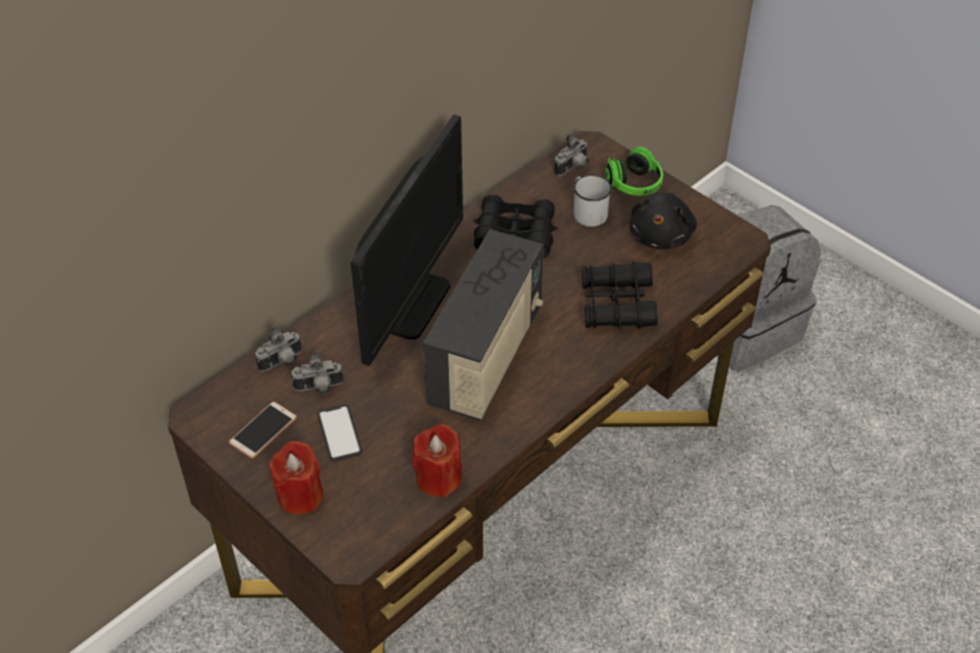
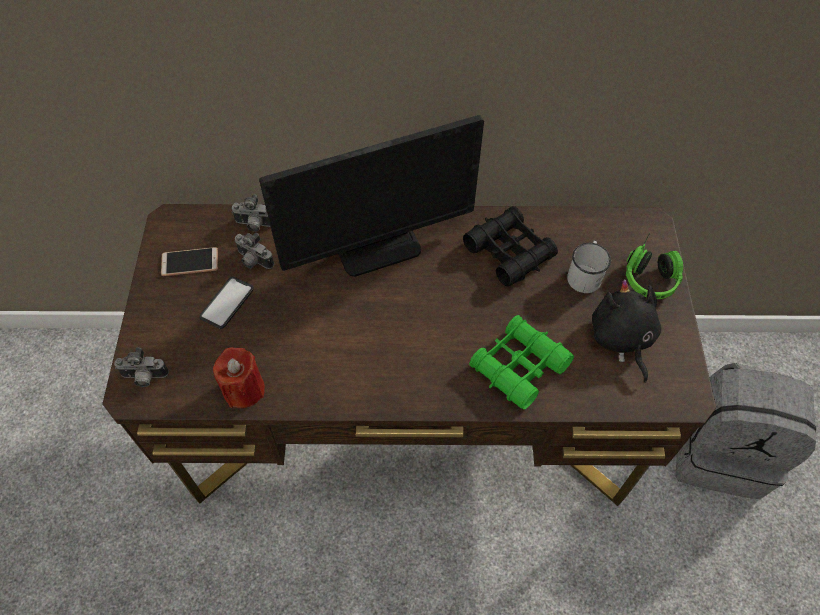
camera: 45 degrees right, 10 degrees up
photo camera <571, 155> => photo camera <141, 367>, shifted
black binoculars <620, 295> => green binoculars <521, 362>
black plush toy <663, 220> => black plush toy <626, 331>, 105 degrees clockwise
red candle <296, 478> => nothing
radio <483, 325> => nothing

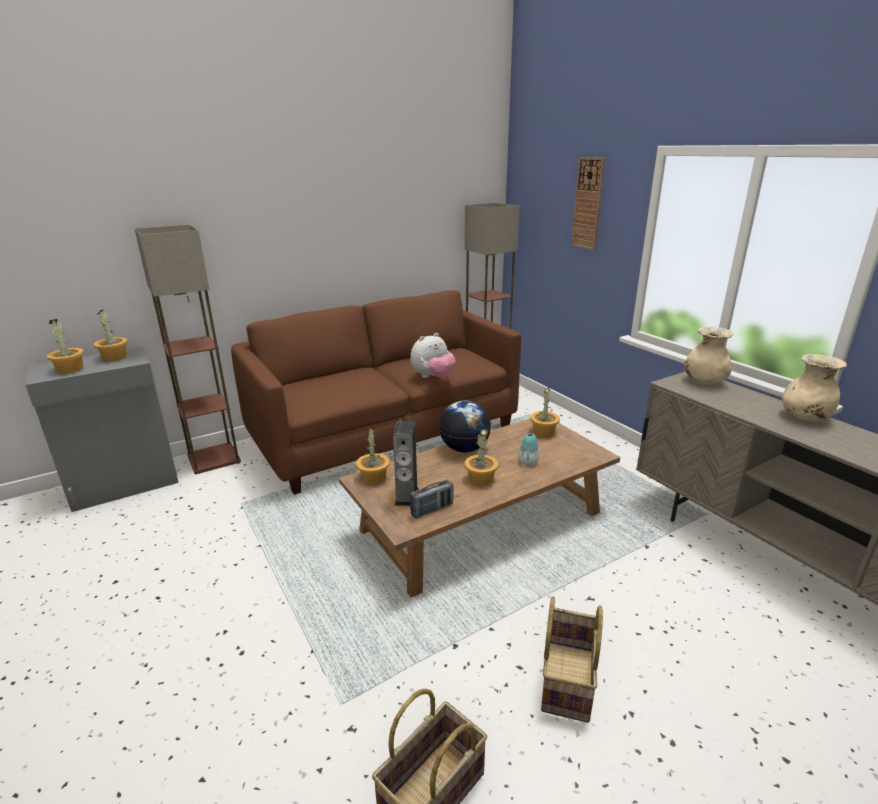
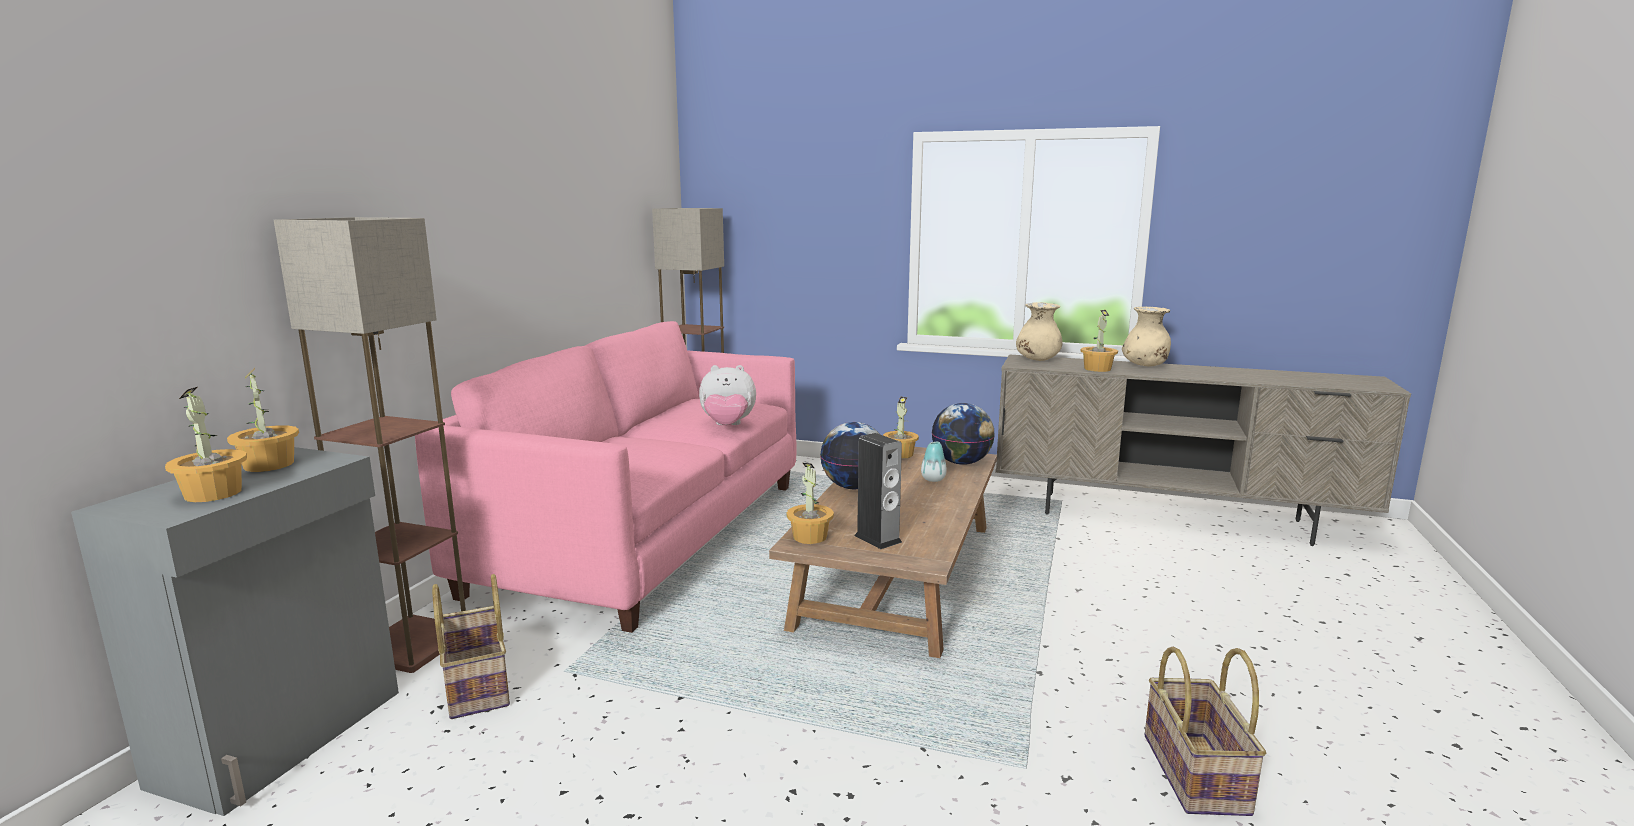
camera: 40 degrees left, 10 degrees down
brown sofa <376, 392> => pink sofa <605, 477>
basket <572, 660> => basket <471, 646>, shifted
plush toy <433, 355> => plush toy <727, 395>, 75 degrees clockwise
nothing => globe <963, 434>
potted plant <481, 457> => potted plant <1099, 341>, shifted
radio <432, 499> => nothing
wall clock <588, 203> => nothing

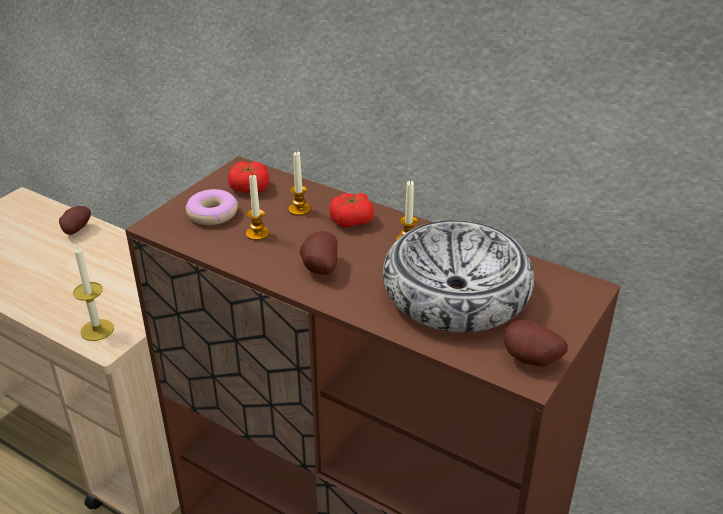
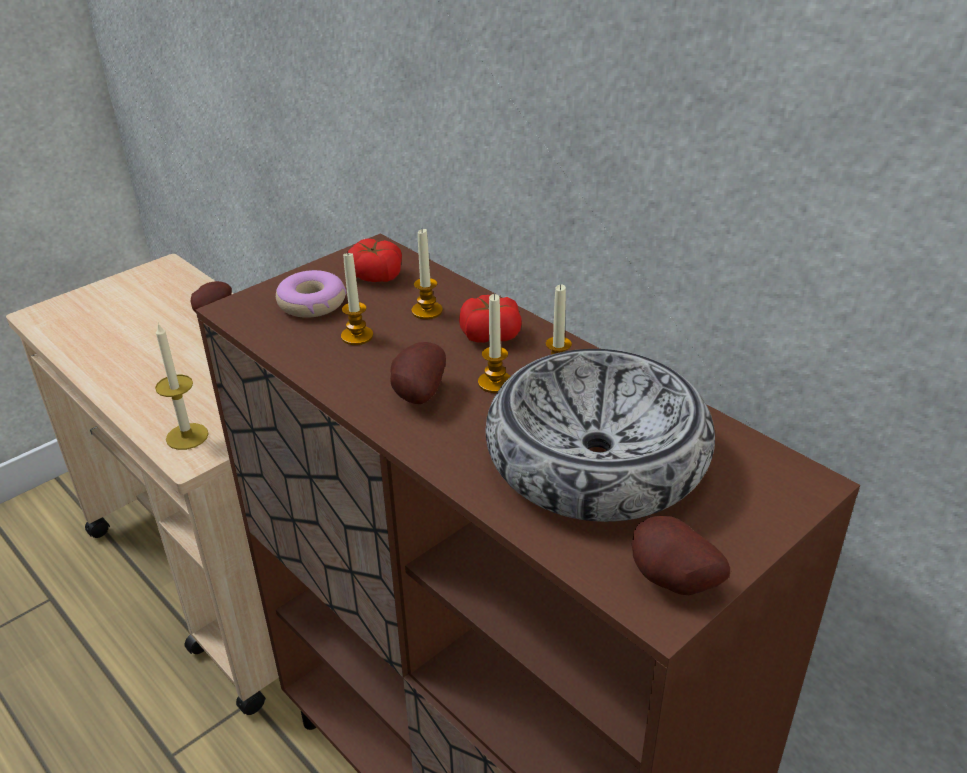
camera: 15 degrees right, 0 degrees up
nothing => candle <494, 343>

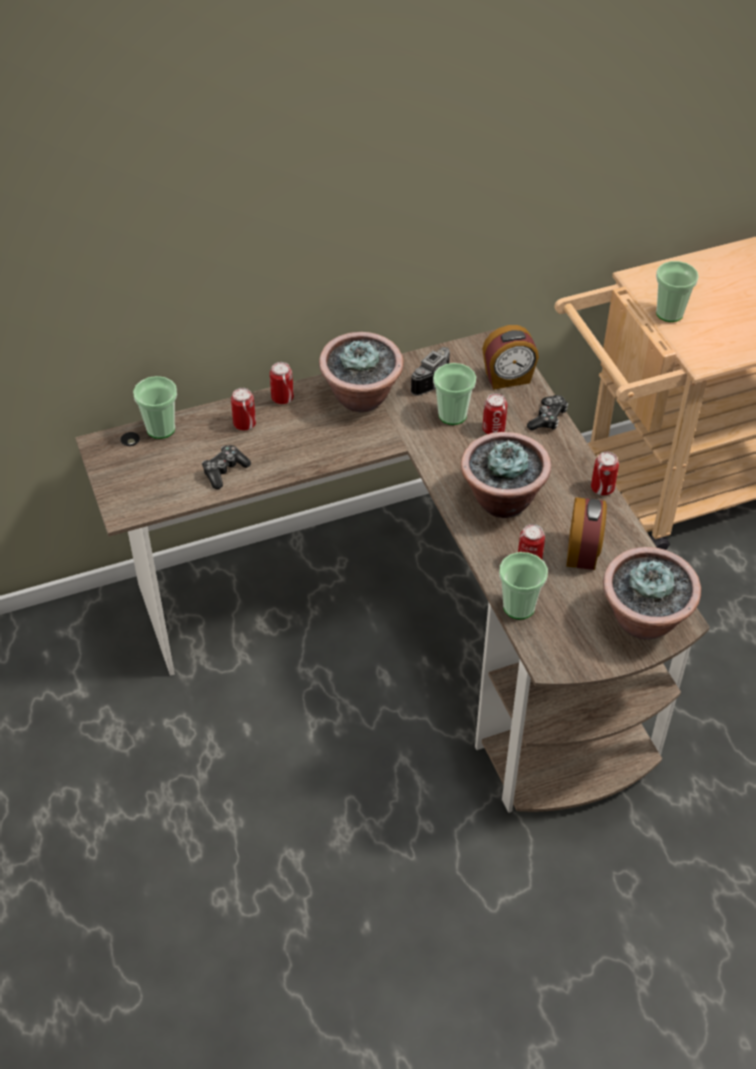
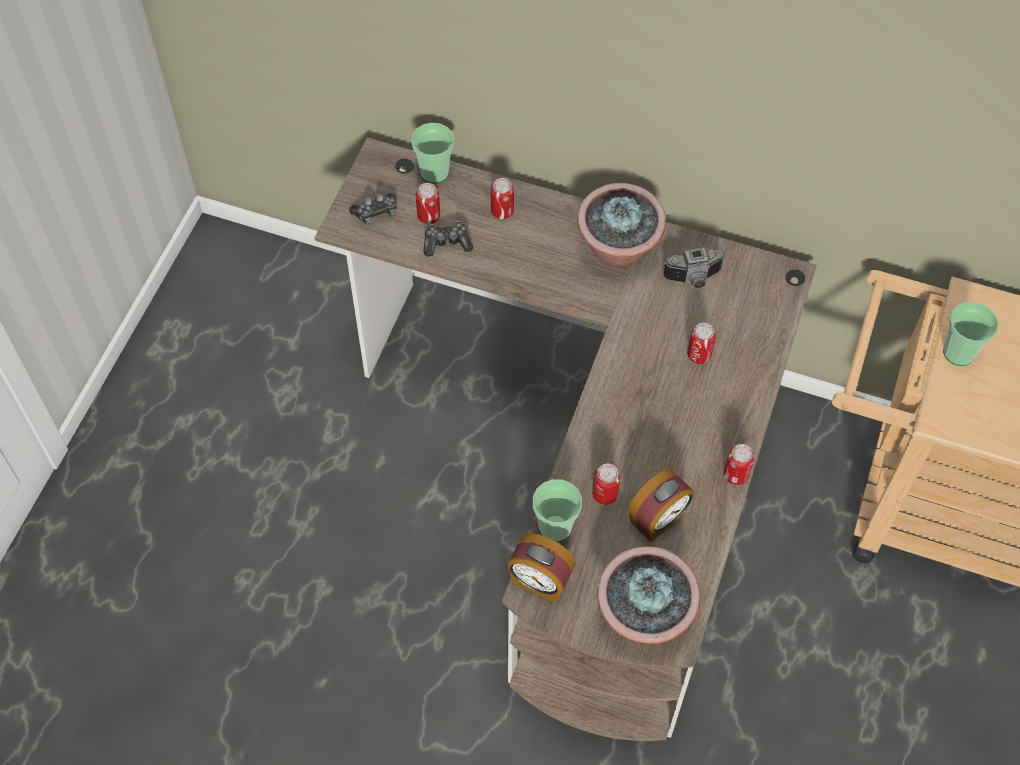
camera: 40 degrees right, 10 degrees up
game controller <547, 413> => game controller <373, 209>, shifted
can <282, 383> => can <428, 203>, shifted
alarm clock <510, 357> => alarm clock <541, 568>, shifted
cup <454, 394> => nothing
potted plant <506, 475> => nothing

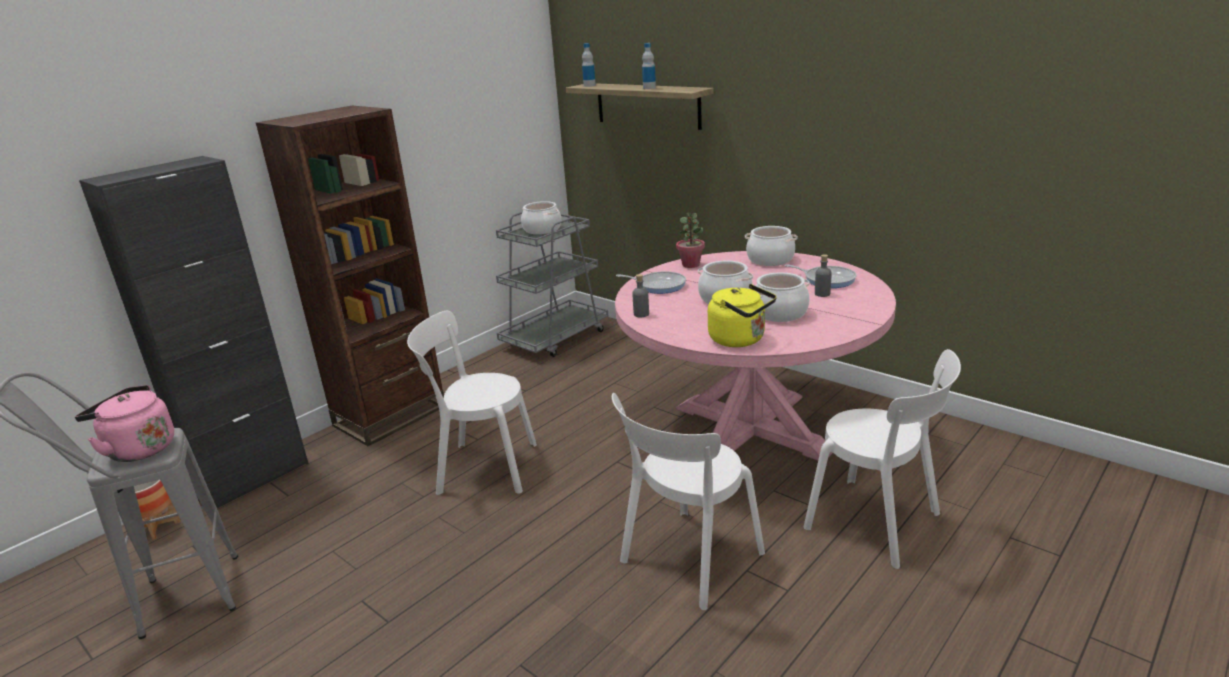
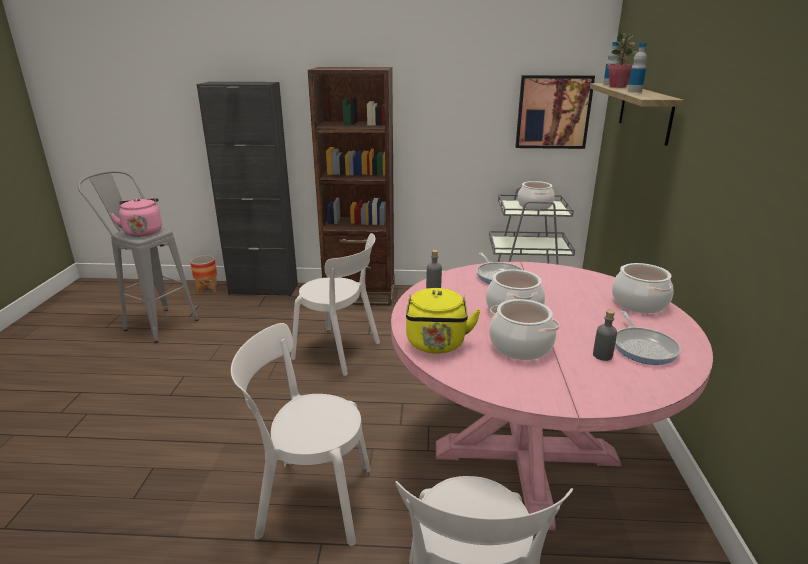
camera: 50 degrees right, 0 degrees up
white chair <472, 403> => white chair <335, 304>, 150 degrees clockwise
nothing => picture <555, 112>
potted plant <690, 240> => potted plant <622, 60>, shifted

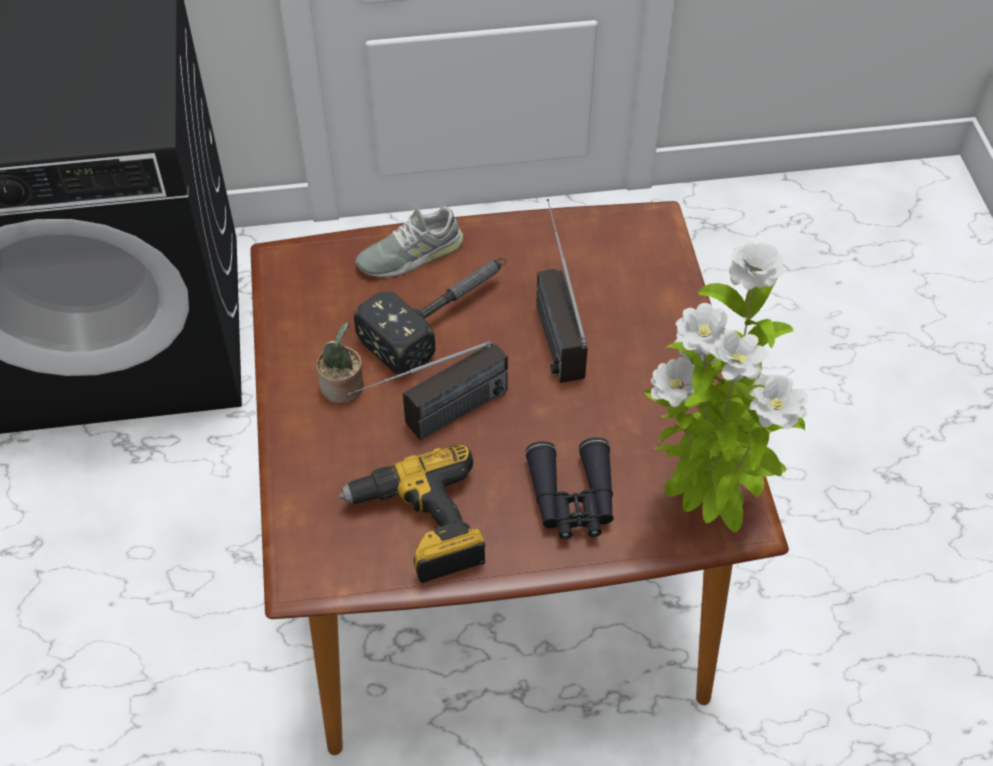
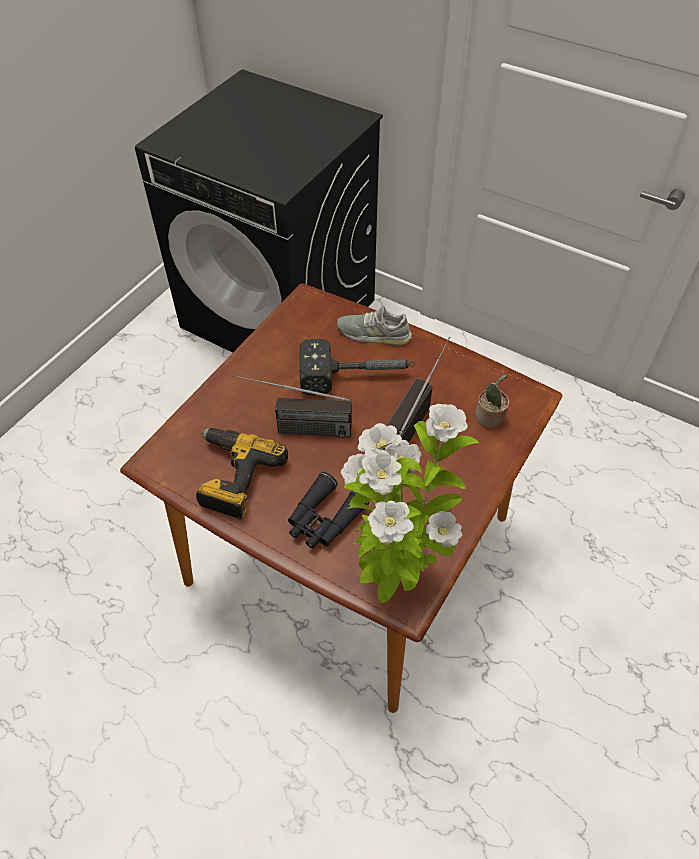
camera: 40 degrees right, 0 degrees up
potted plant <340, 362> => potted plant <492, 401>, shifted

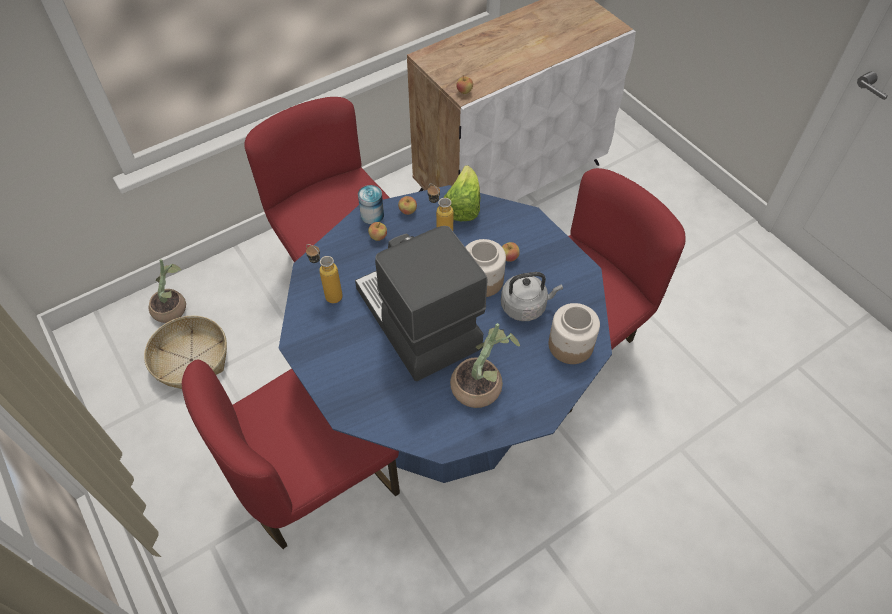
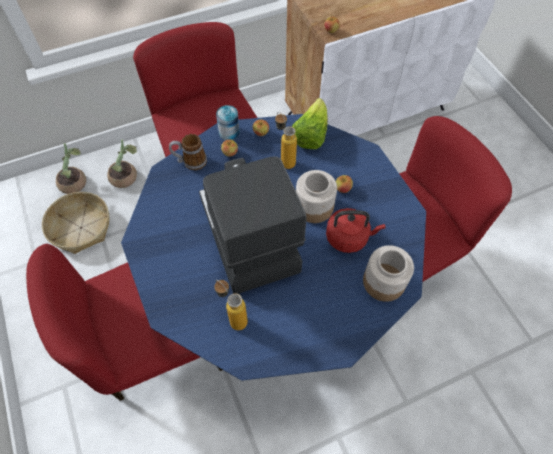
camera: 10 degrees right, 5 degrees up
potted plant <485, 365> => potted plant <122, 164>, shifted
nothing => mug <188, 152>
bottle <324, 273> => bottle <231, 305>, shifted
grey kettle <532, 296> => red kettle <355, 230>

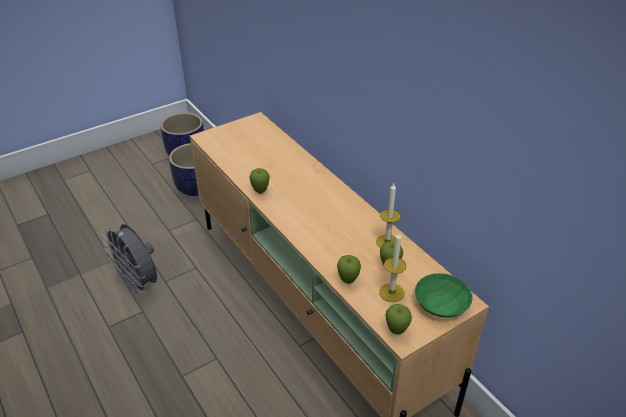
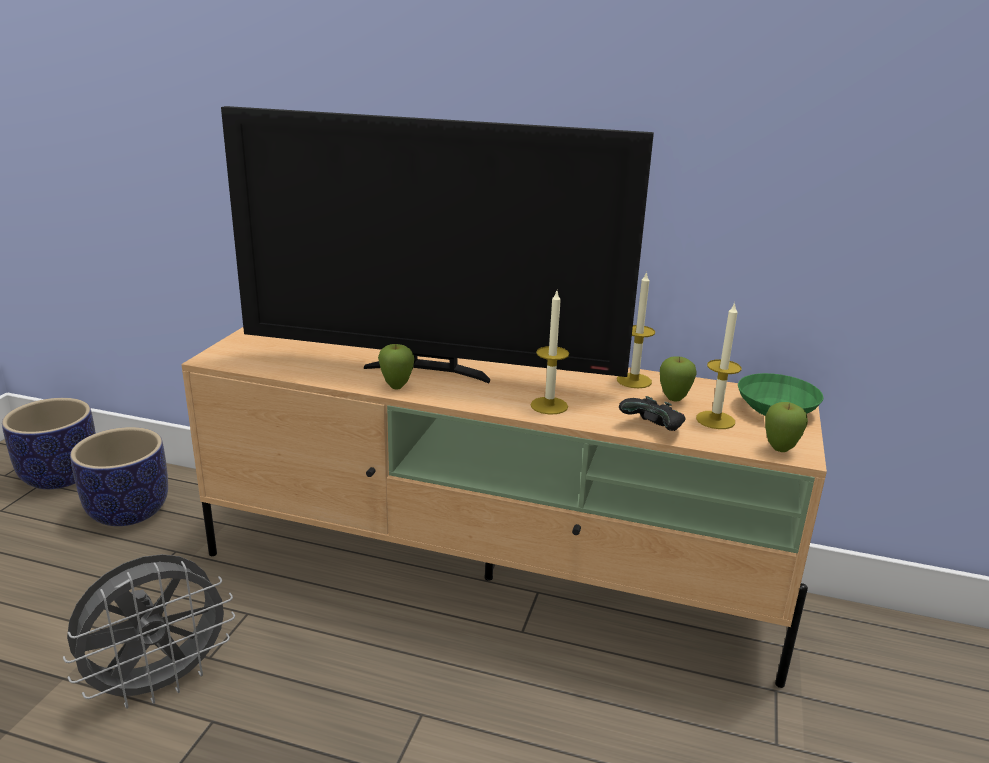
camera: 40 degrees left, 15 degrees down
grey fan <129, 259> => grey fan <149, 631>, 45 degrees counterclockwise
nothing => television <437, 245>
nothing => candle <549, 353>
apple <349, 269> => black game controller <652, 413>

